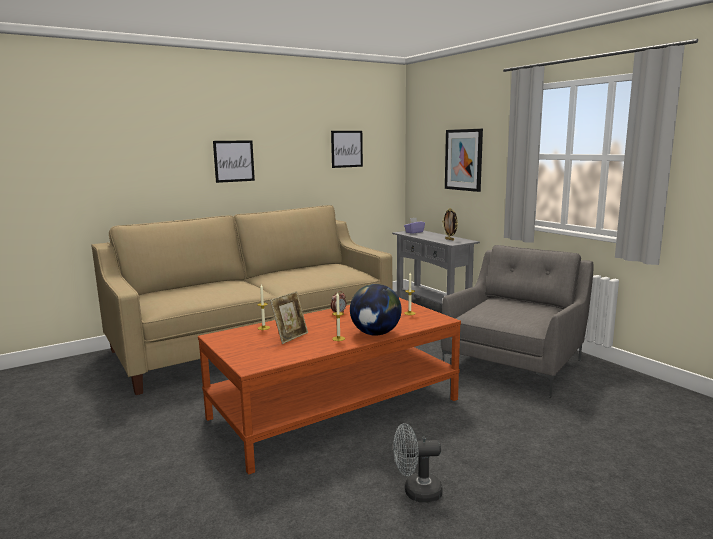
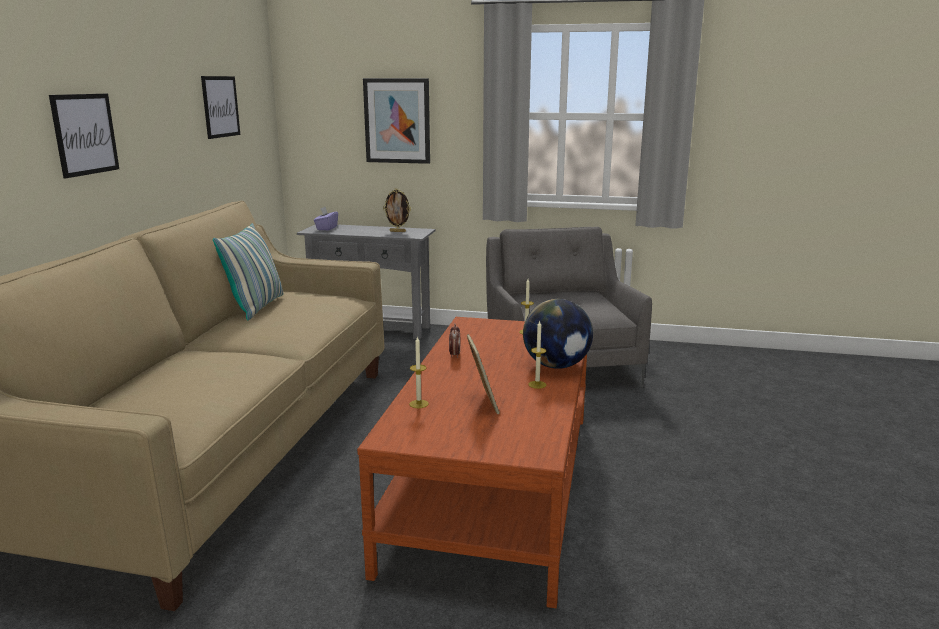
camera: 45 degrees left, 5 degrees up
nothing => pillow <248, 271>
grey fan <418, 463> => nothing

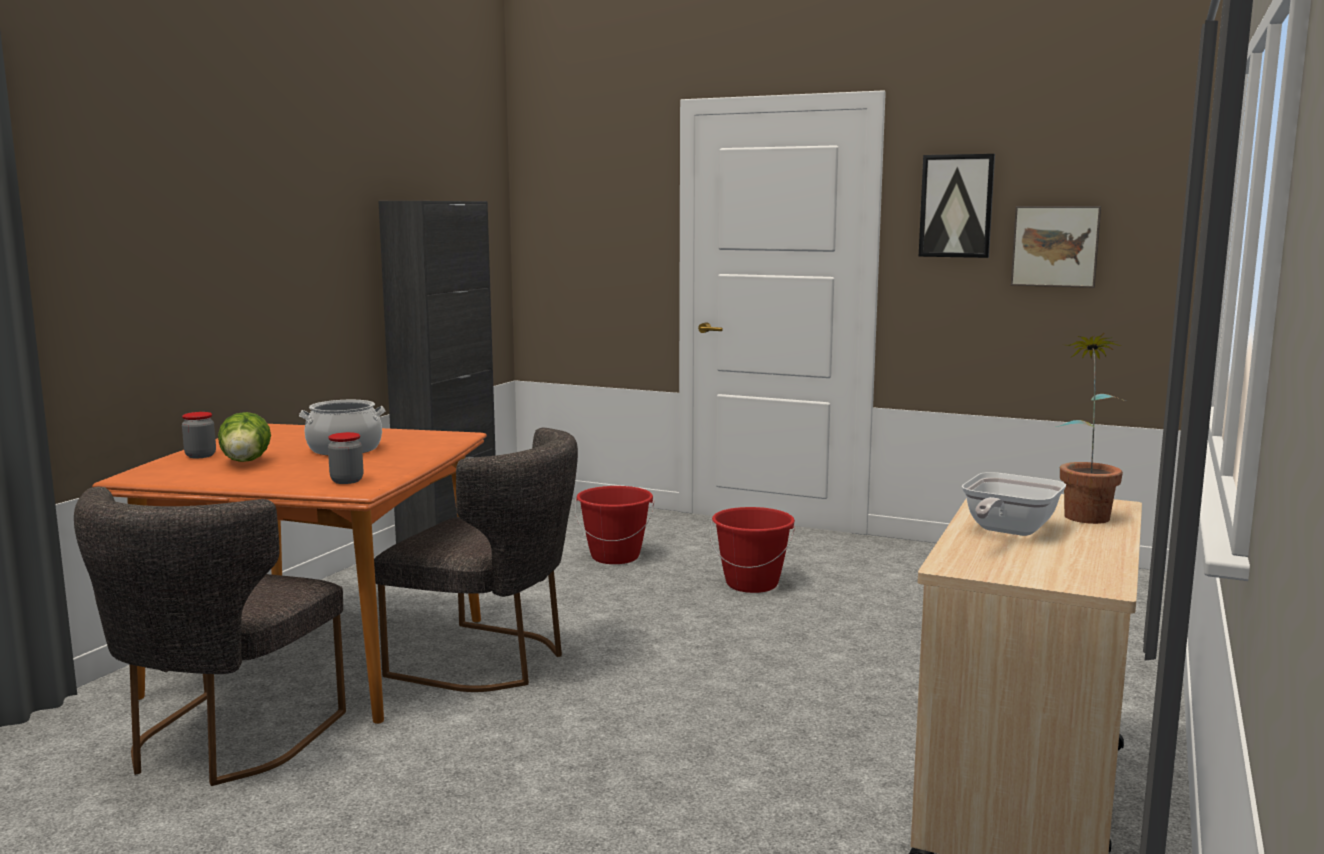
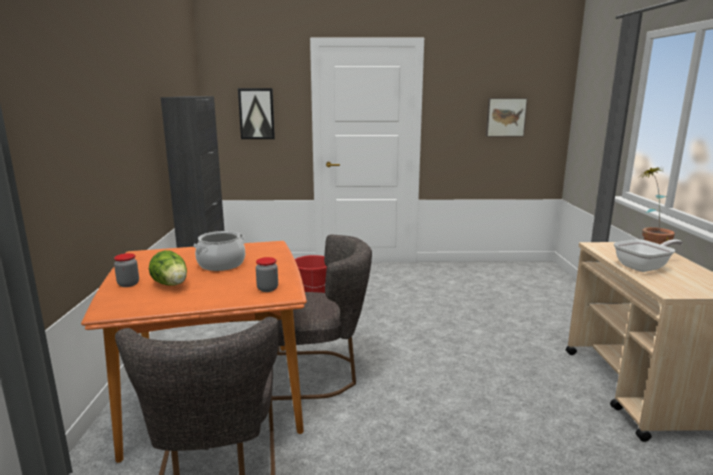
camera: 25 degrees left, 5 degrees up
picture <957, 206> => picture <256, 113>, shifted
frying pan <1014, 504> => frying pan <648, 255>, 120 degrees counterclockwise
red bucket <752, 550> => nothing

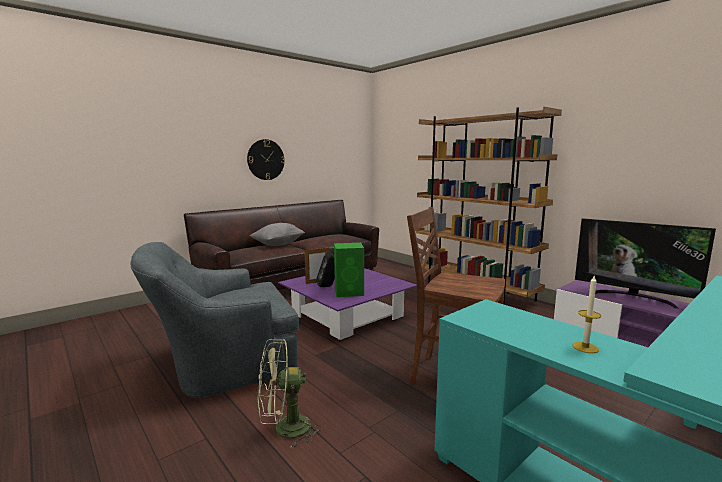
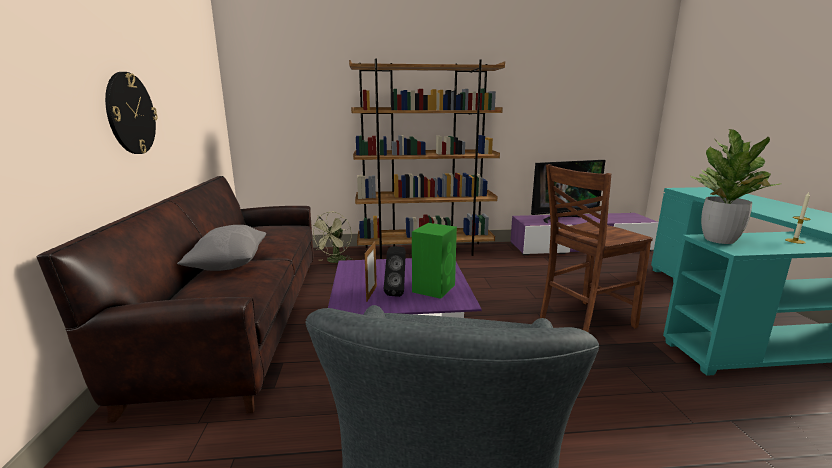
camera: 55 degrees left, 5 degrees up
green fan <290, 393> => green fan <331, 237>, shifted
nothing => potted plant <736, 186>

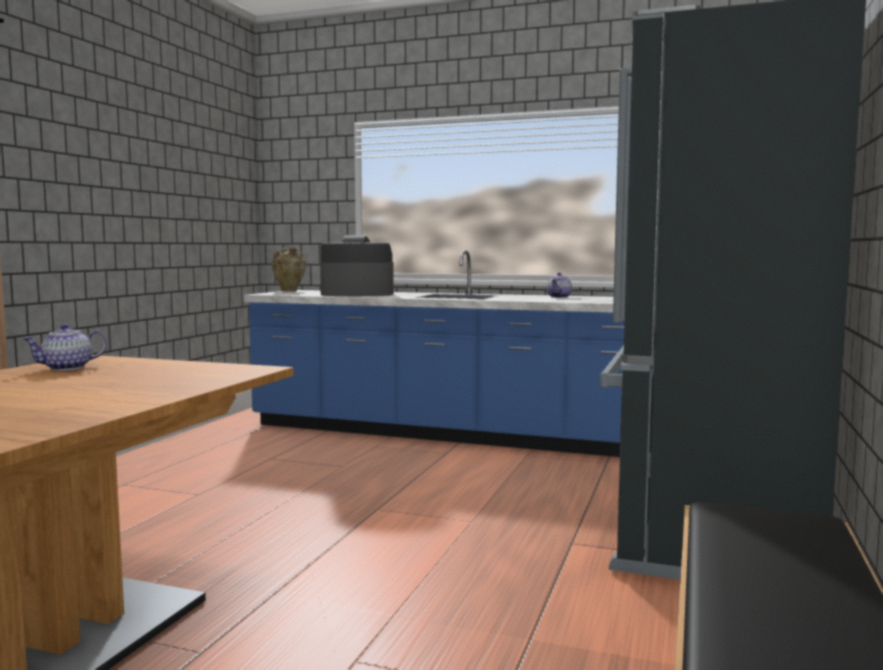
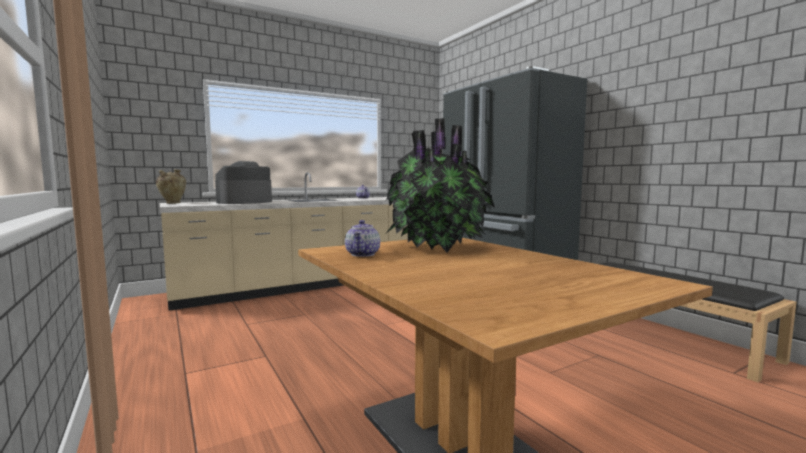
camera: 50 degrees left, 0 degrees up
blue counter <434, 353> => beige counter <284, 241>
nothing => potted plant <440, 185>

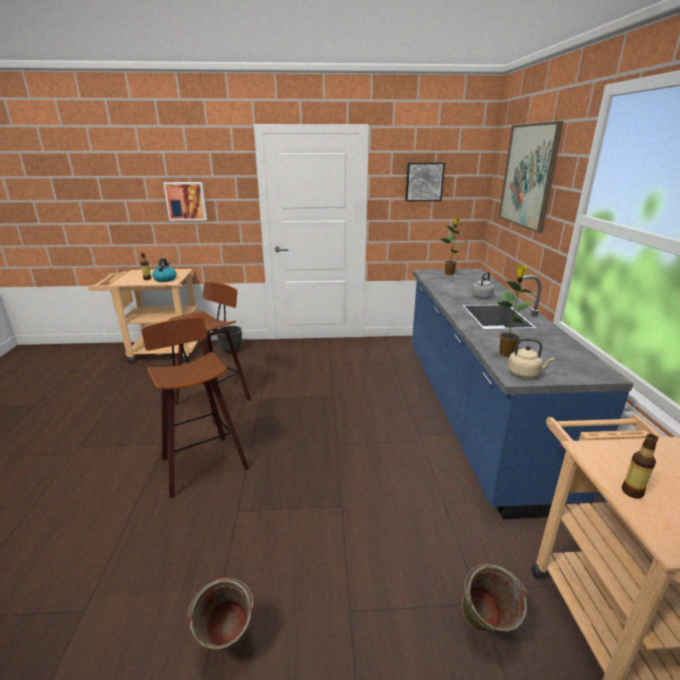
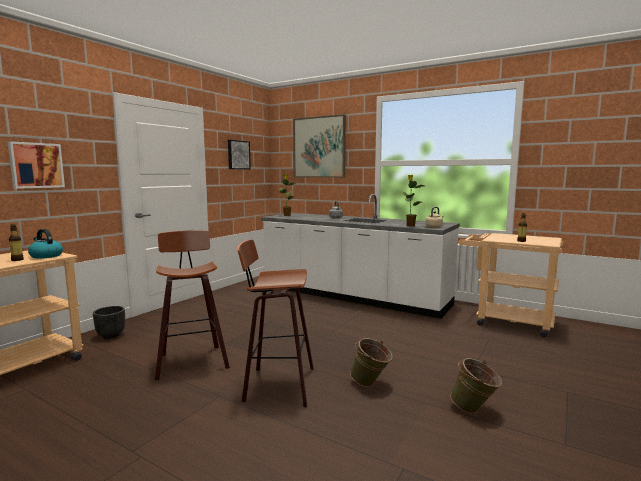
camera: 55 degrees left, 15 degrees down
blue counter <523, 394> => white counter <360, 256>
green bucket <494, 598> => green bucket <371, 362>, shifted

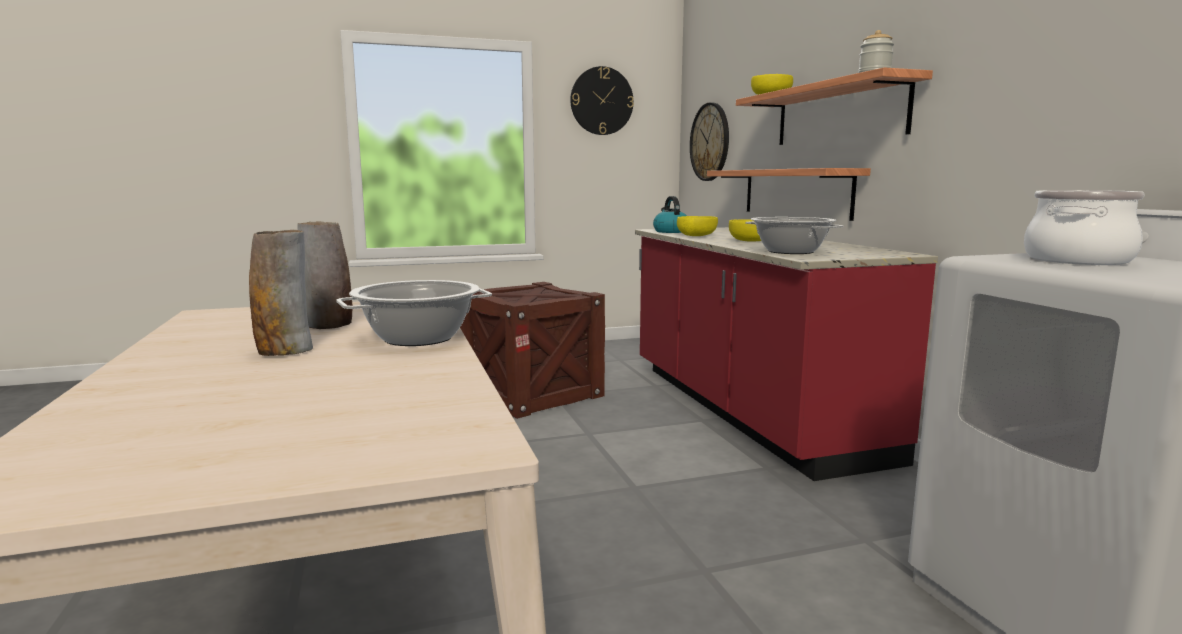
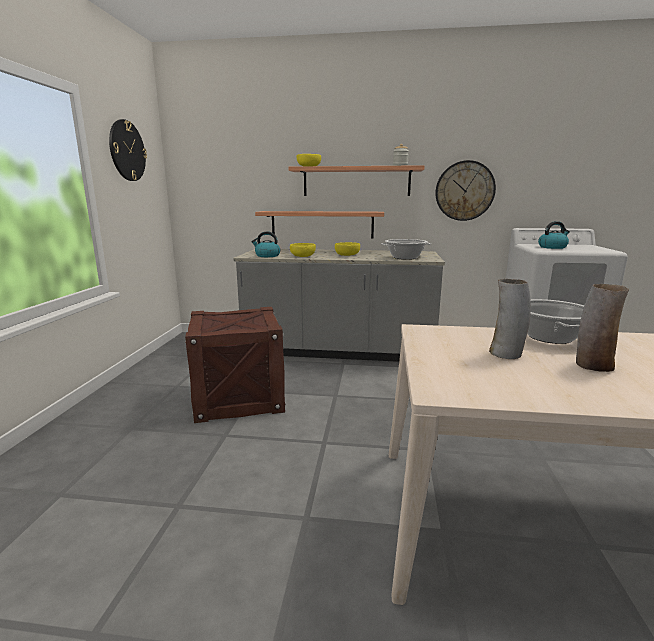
camera: 65 degrees left, 5 degrees up
red counter <786, 354> => grey counter <339, 305>
wall clock <709, 142> => wall clock <465, 190>, shifted
cooking pot <1084, 227> => kettle <554, 235>

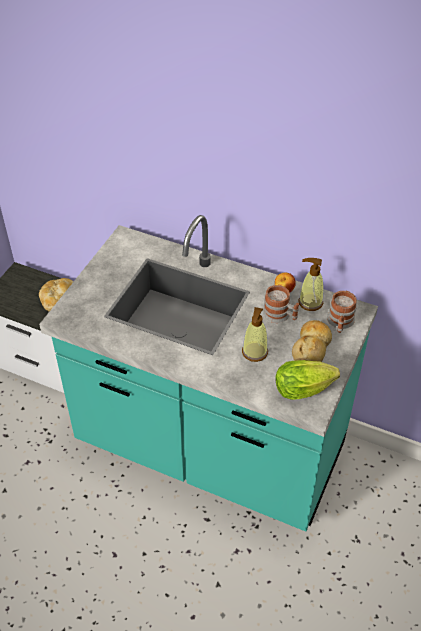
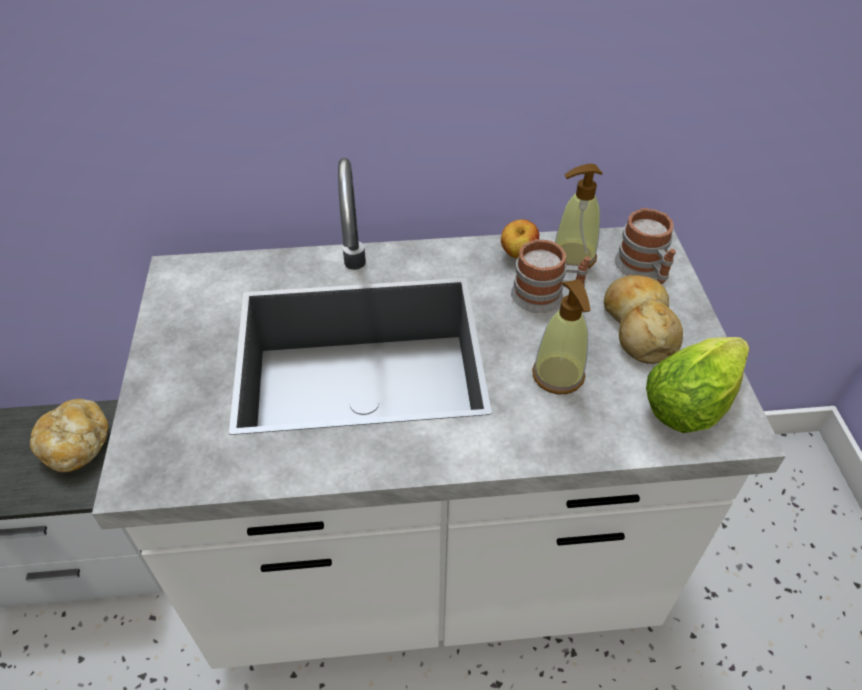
camera: 30 degrees left, 0 degrees up
turquoise counter <208, 373> => white counter <439, 413>

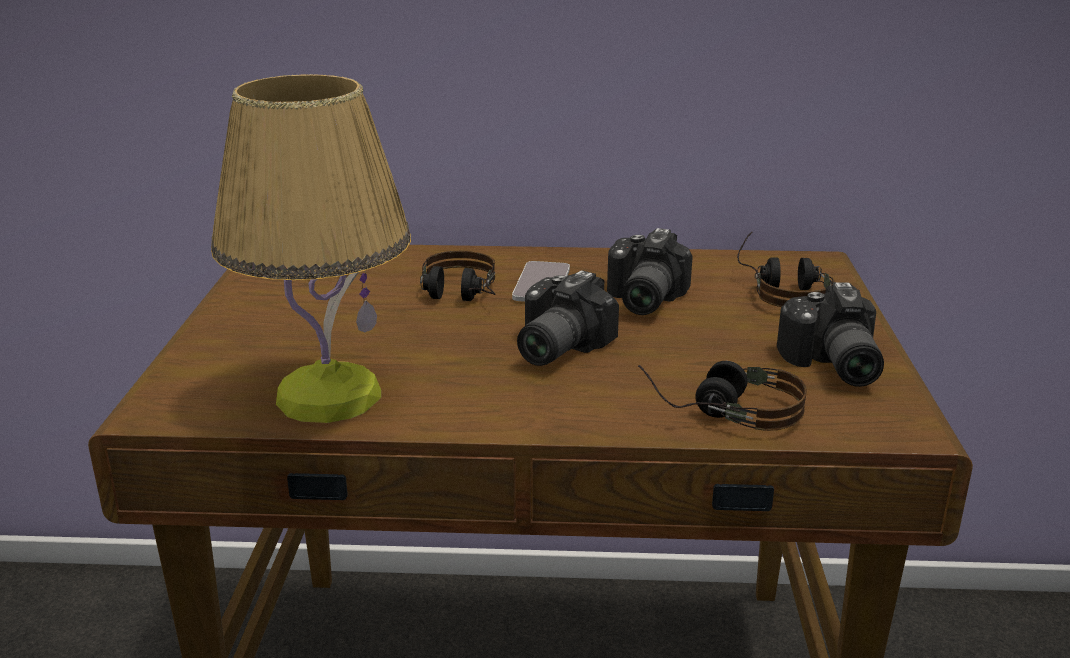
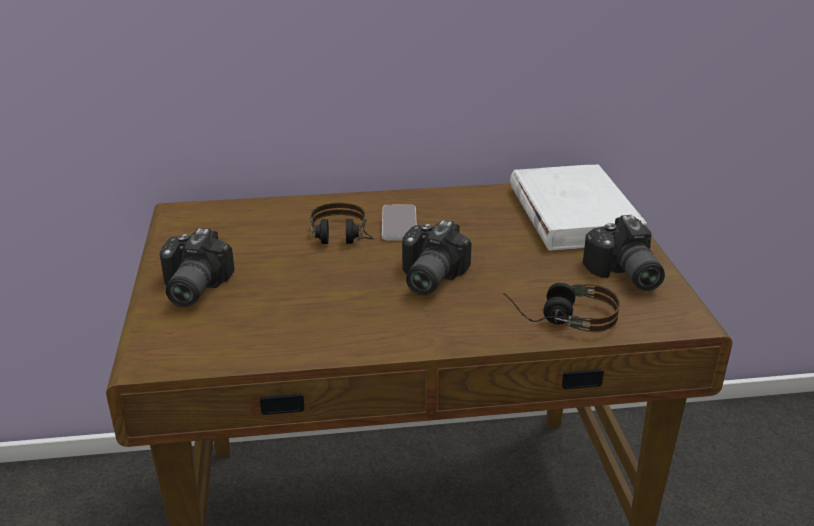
camera: 10 degrees left, 5 degrees up
photo camera <650, 271> => photo camera <197, 267>, shifted
headphones <786, 269> => white book <578, 208>
table lamp <311, 248> => nothing

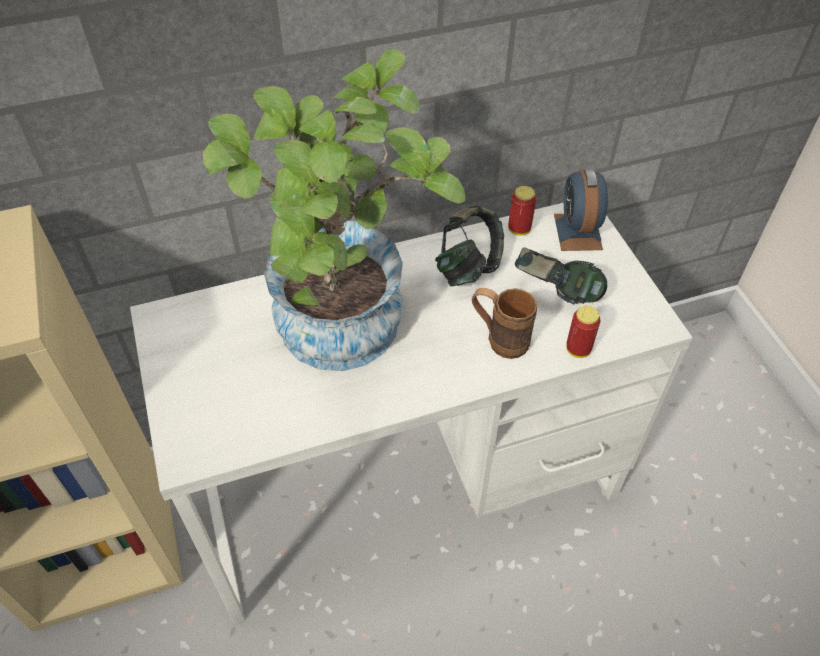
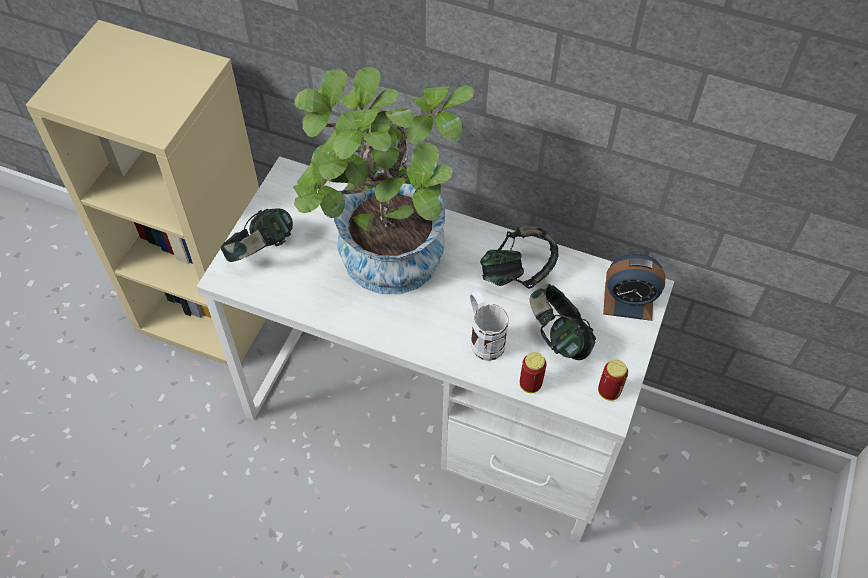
camera: 40 degrees right, 5 degrees up
nothing => headphones <256, 235>
brown mug <504, 323> => white mug <489, 326>
can <522, 211> => can <613, 380>, shifted
alarm clock <581, 210> => alarm clock <634, 287>, 120 degrees counterclockwise

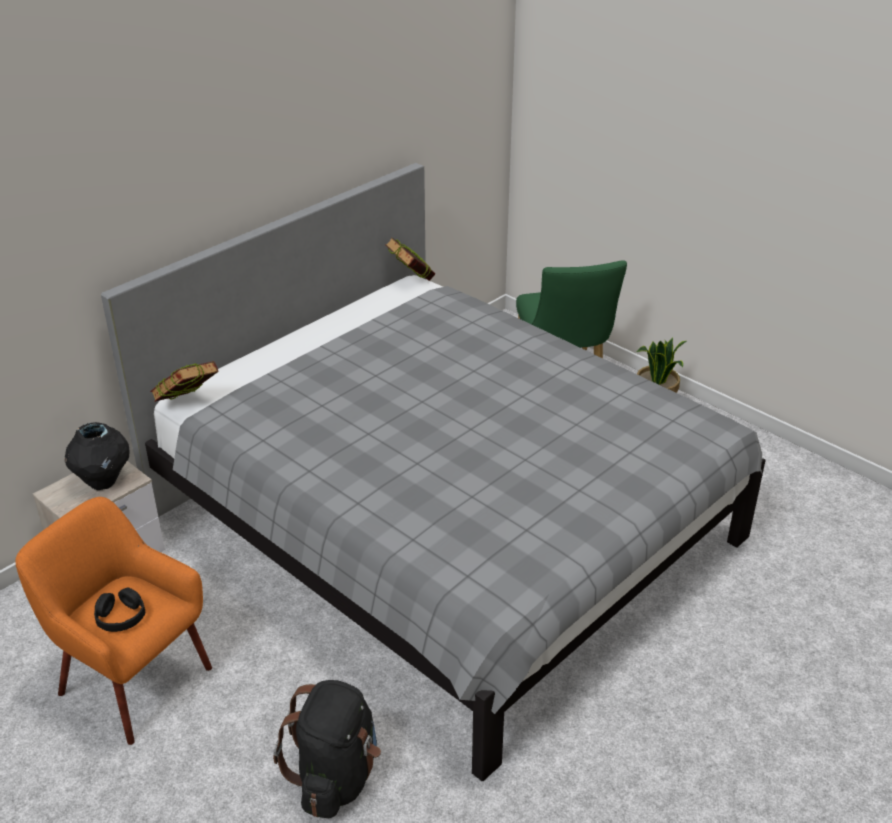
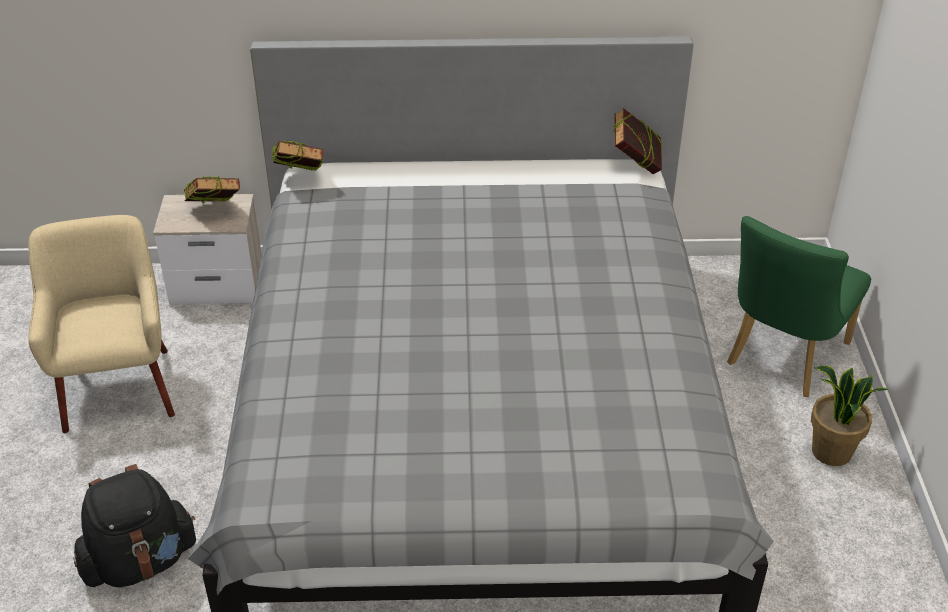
camera: 45 degrees right, 5 degrees up
orange armchair <114, 621> => beige armchair <101, 324>
black vase <97, 456> => book <212, 189>
black headphones <119, 610> => nothing

